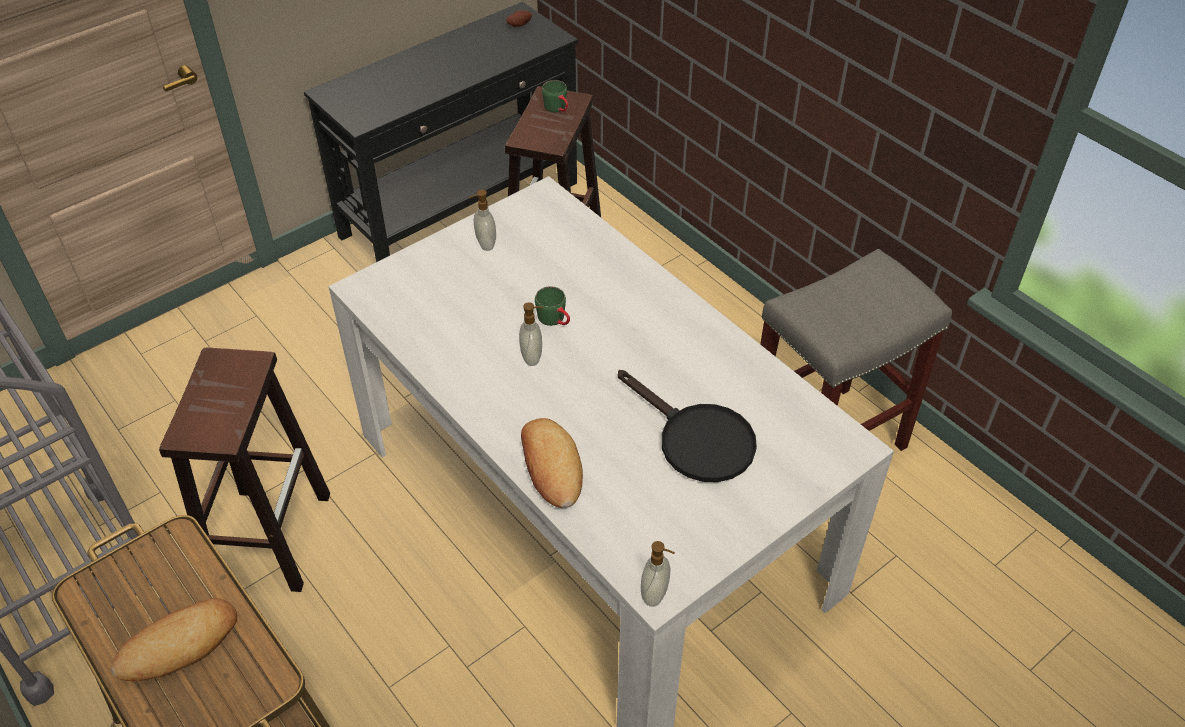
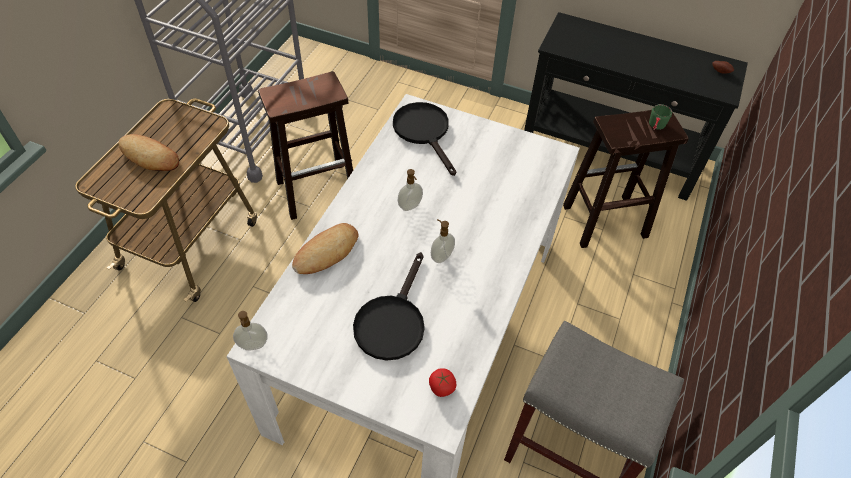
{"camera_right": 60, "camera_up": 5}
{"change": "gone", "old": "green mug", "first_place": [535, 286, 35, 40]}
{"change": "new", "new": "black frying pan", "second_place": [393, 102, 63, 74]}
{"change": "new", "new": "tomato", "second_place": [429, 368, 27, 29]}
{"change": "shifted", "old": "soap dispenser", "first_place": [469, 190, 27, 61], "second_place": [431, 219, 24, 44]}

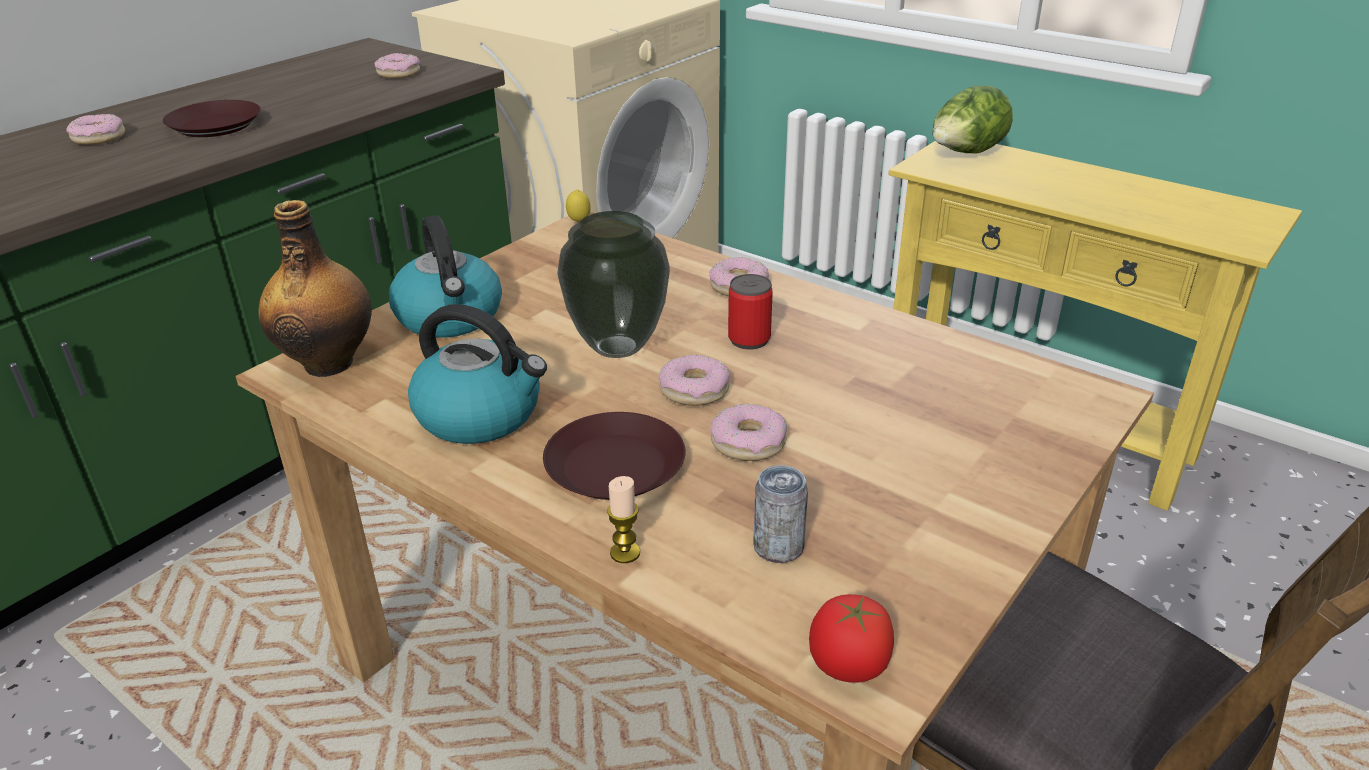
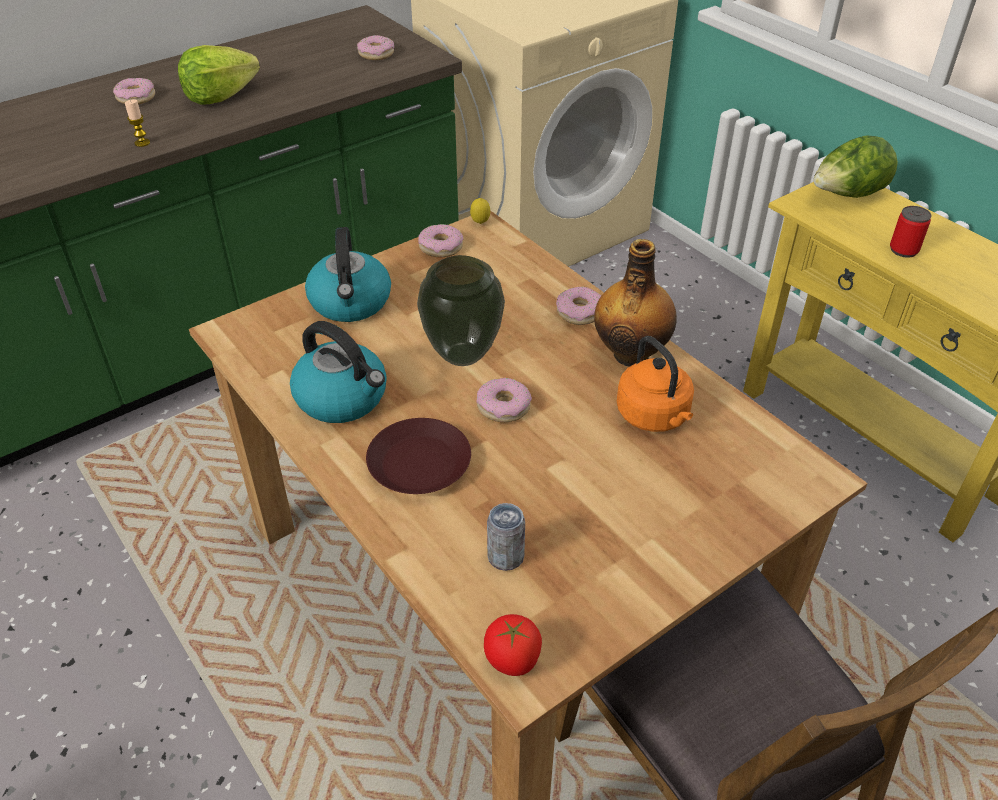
{"camera_right": 15, "camera_up": 10}
{"change": "new", "new": "orange kettle", "second_place": [617, 336, 77, 96]}
{"change": "shifted", "old": "bottle", "first_place": [258, 200, 114, 177], "second_place": [594, 239, 83, 127]}
{"change": "shifted", "old": "candle", "first_place": [607, 476, 33, 87], "second_place": [125, 99, 25, 48]}
{"change": "shifted", "old": "donut", "first_place": [710, 404, 77, 57], "second_place": [418, 224, 46, 33]}
{"change": "shifted", "old": "can", "first_place": [728, 274, 45, 75], "second_place": [890, 206, 41, 52]}
{"change": "swapped", "old": "brown plate", "new": "lettuce", "first_place": [163, 100, 98, 37], "second_place": [178, 45, 82, 60]}

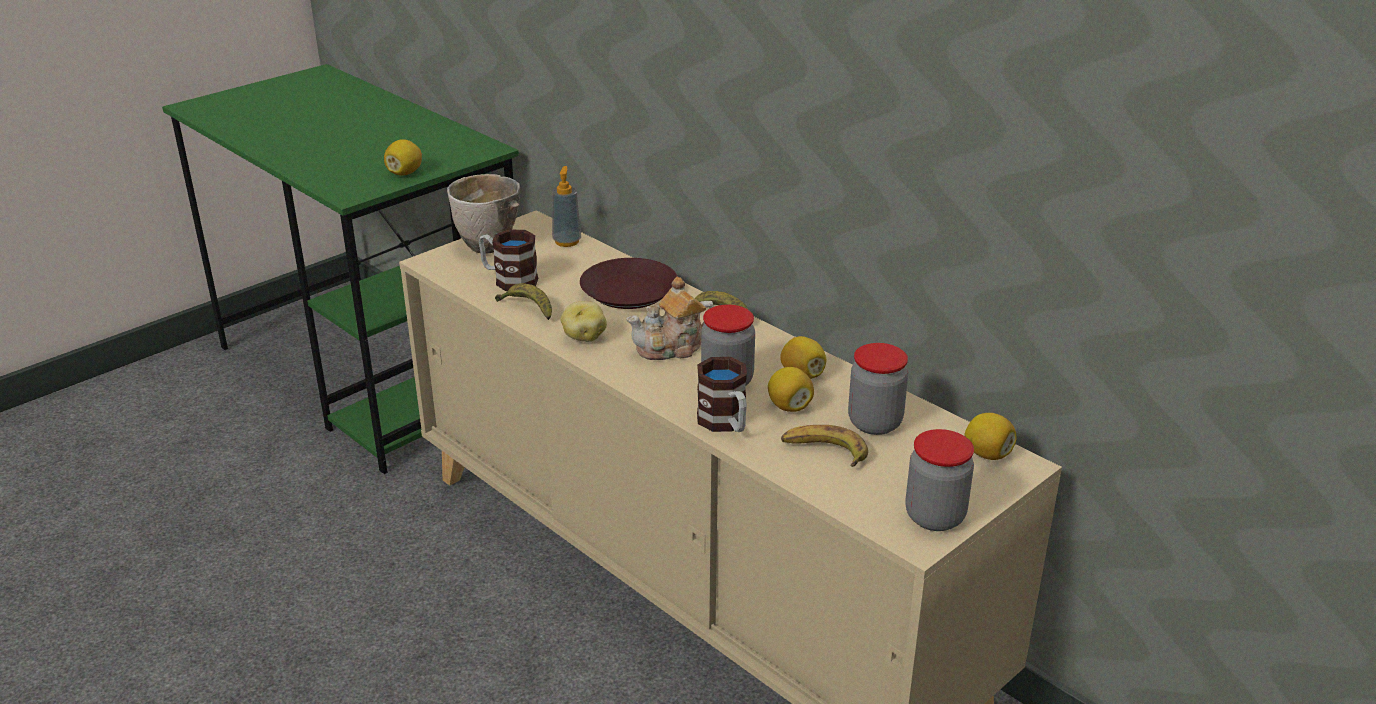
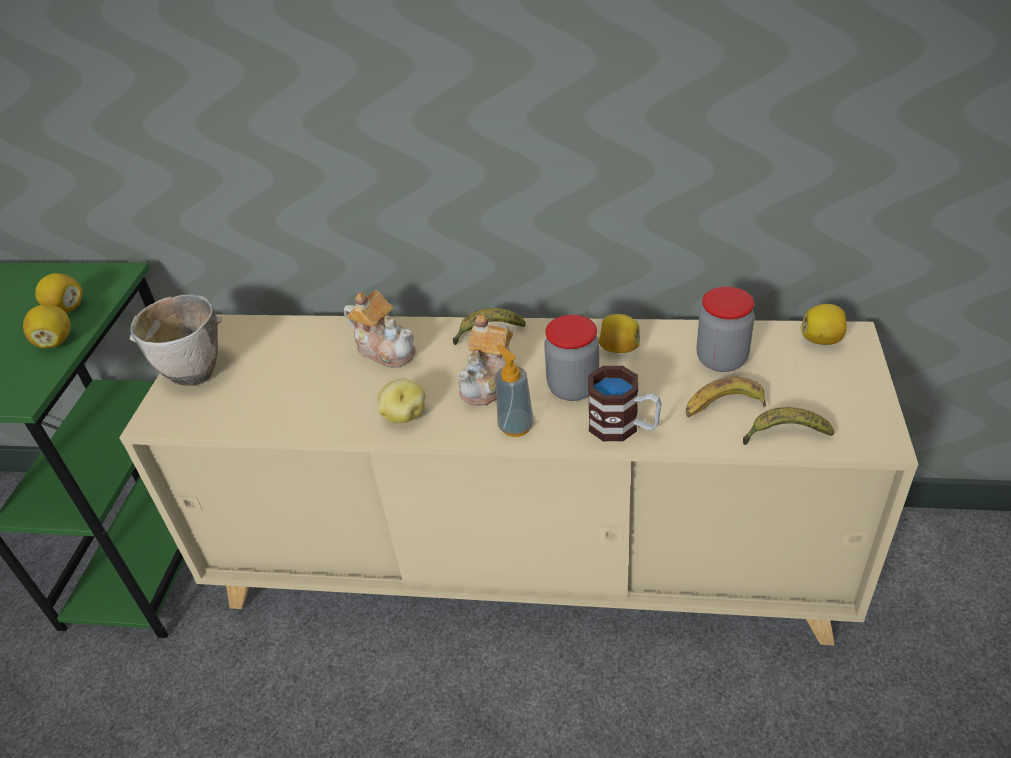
{"camera_right": -35, "camera_up": 10}
{"change": "gone", "old": "mug", "first_place": [479, 229, 59, 62]}
{"change": "gone", "old": "jar", "first_place": [906, 429, 68, 102]}
{"change": "shifted", "old": "banana", "first_place": [495, 283, 57, 37], "second_place": [743, 407, 91, 38]}
{"change": "shifted", "old": "soap dispenser", "first_place": [552, 166, 29, 81], "second_place": [495, 345, 39, 92]}
{"change": "shifted", "old": "lemon", "first_place": [768, 367, 46, 45], "second_place": [35, 273, 47, 39]}
{"change": "swapped", "old": "brown plate", "new": "teapot", "first_place": [580, 258, 98, 51], "second_place": [344, 290, 72, 78]}

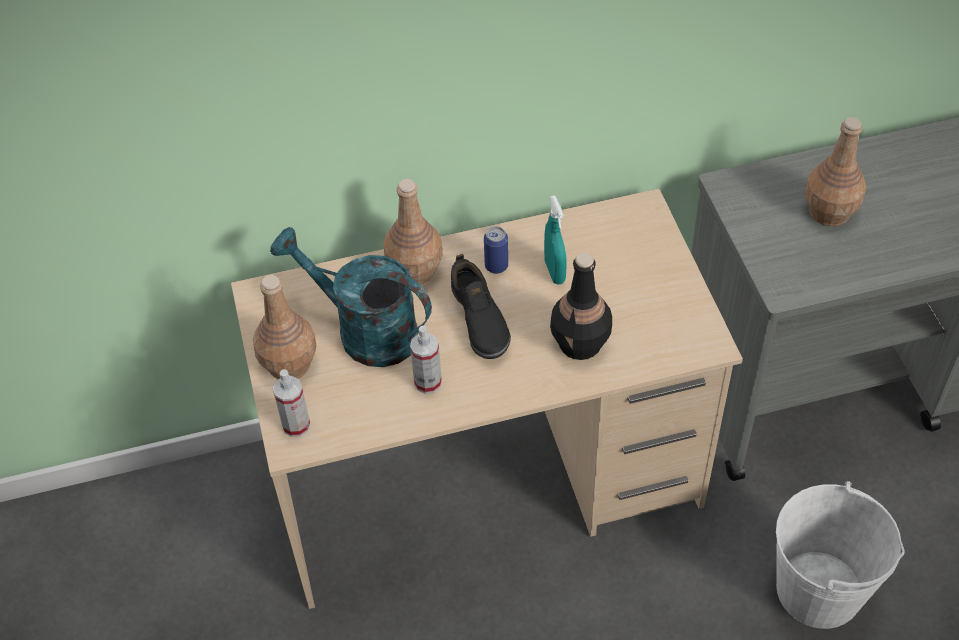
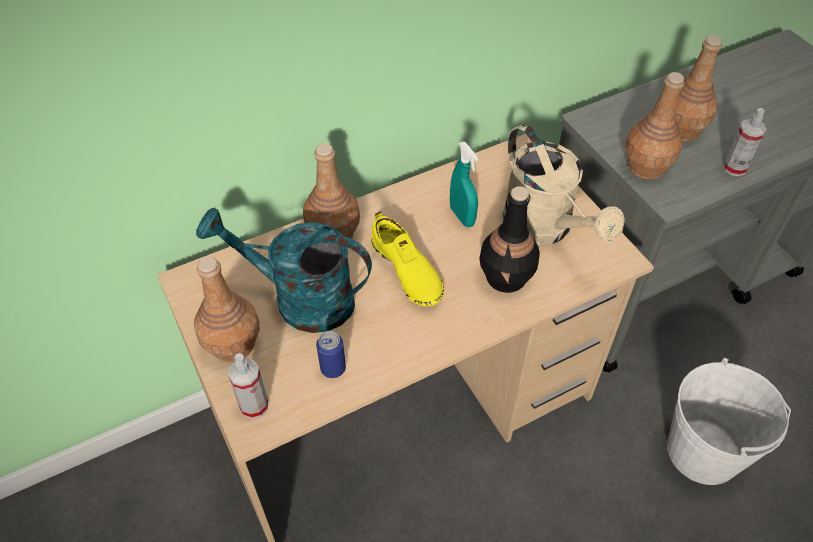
{"camera_right": -15, "camera_up": 0}
{"change": "new", "new": "beige watering can", "second_place": [502, 124, 123, 121]}
{"change": "new", "new": "brown bottle", "second_place": [625, 72, 60, 107]}
{"change": "shifted", "old": "spray bottle", "first_place": [410, 325, 32, 69], "second_place": [723, 108, 43, 68]}
{"change": "shifted", "old": "can", "first_place": [484, 226, 24, 48], "second_place": [316, 331, 30, 47]}
{"change": "repainted", "old": "black shoe", "new": "yellow shoe", "first_place": [451, 254, 60, 105], "second_place": [371, 211, 73, 95]}

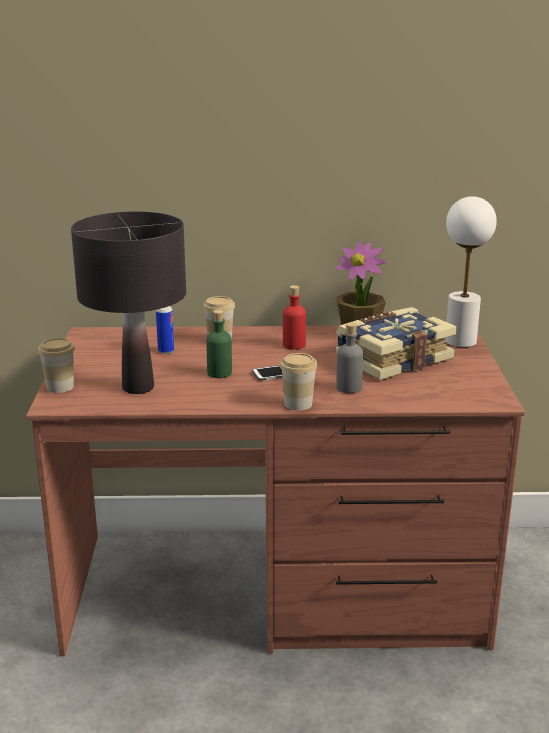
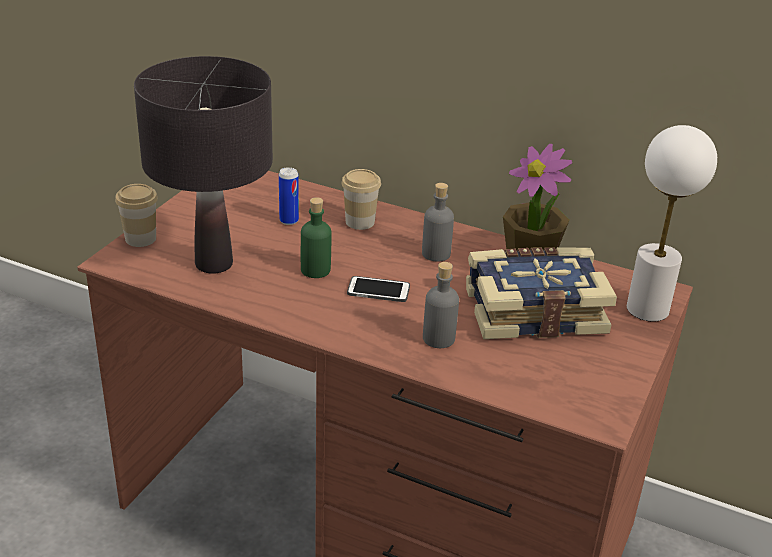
{"camera_right": 25, "camera_up": 10}
{"change": "gone", "old": "cup", "first_place": [280, 353, 38, 57]}
{"change": "repainted", "old": "red bottle", "new": "grey bottle", "first_place": [283, 285, 23, 65], "second_place": [422, 183, 32, 79]}

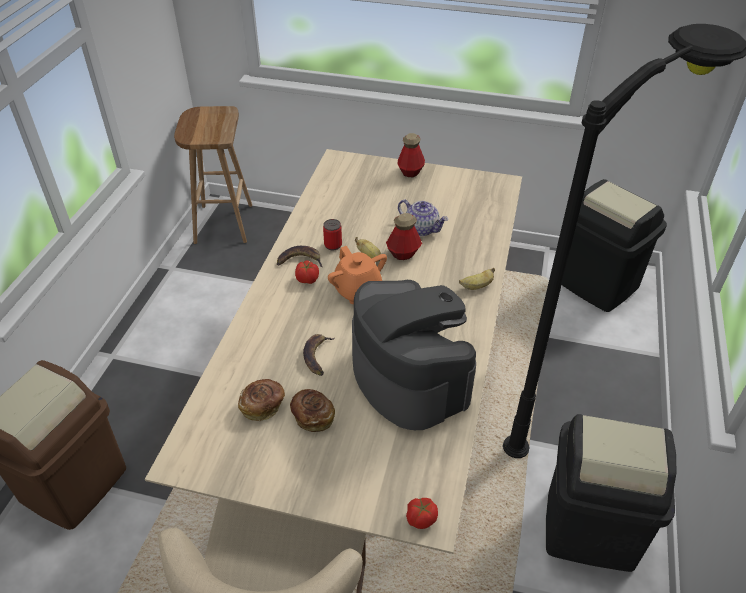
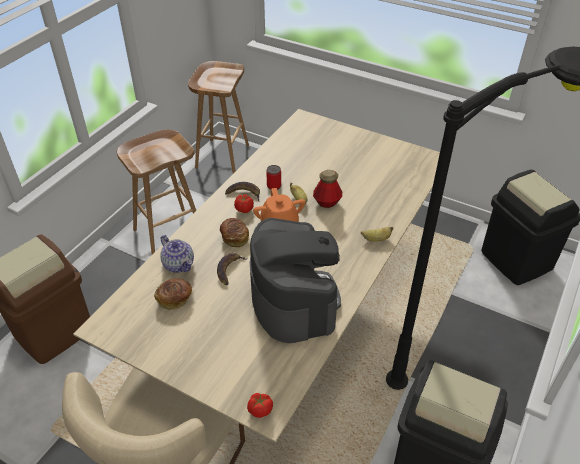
{"camera_right": 15, "camera_up": 0}
{"change": "gone", "old": "bottle", "first_place": [397, 133, 28, 44]}
{"change": "new", "new": "brown stool", "second_place": [117, 129, 79, 125]}
{"change": "shifted", "old": "bread", "first_place": [290, 389, 45, 43], "second_place": [220, 218, 29, 29]}
{"change": "shifted", "old": "teapot", "first_place": [398, 199, 50, 37], "second_place": [160, 235, 34, 37]}

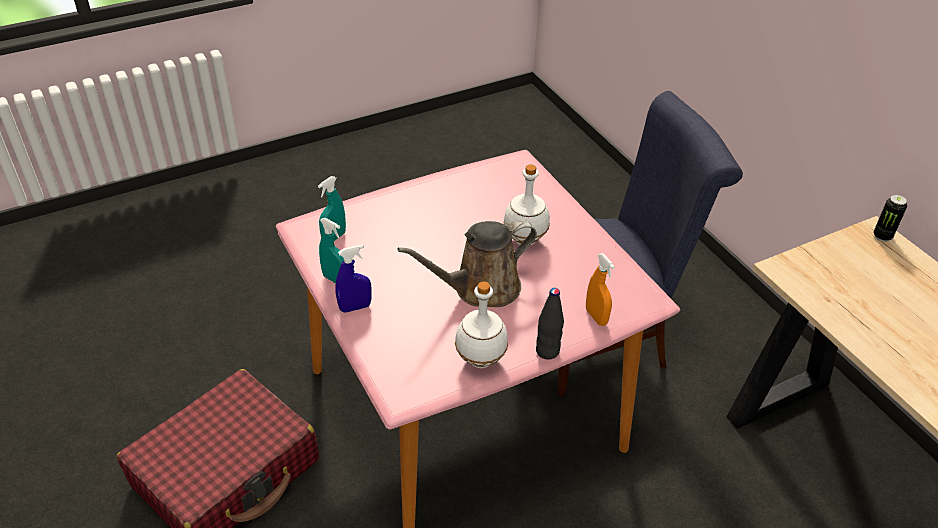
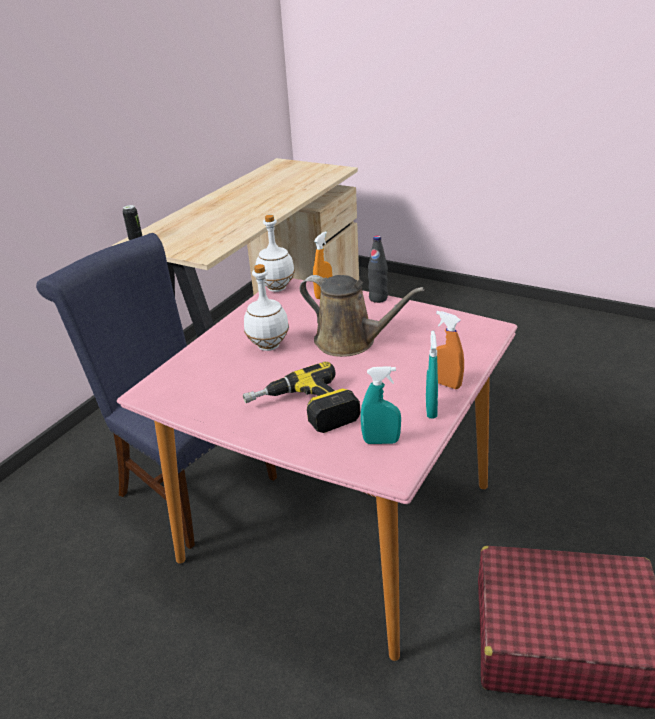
{"camera_right": -120, "camera_up": -10}
{"change": "new", "new": "power drill", "second_place": [243, 362, 117, 71]}
{"change": "shifted", "old": "white bottle", "first_place": [455, 282, 53, 86], "second_place": [256, 215, 39, 77]}
{"change": "repainted", "old": "blue spray bottle", "new": "orange spray bottle", "first_place": [336, 245, 35, 68], "second_place": [436, 311, 28, 78]}

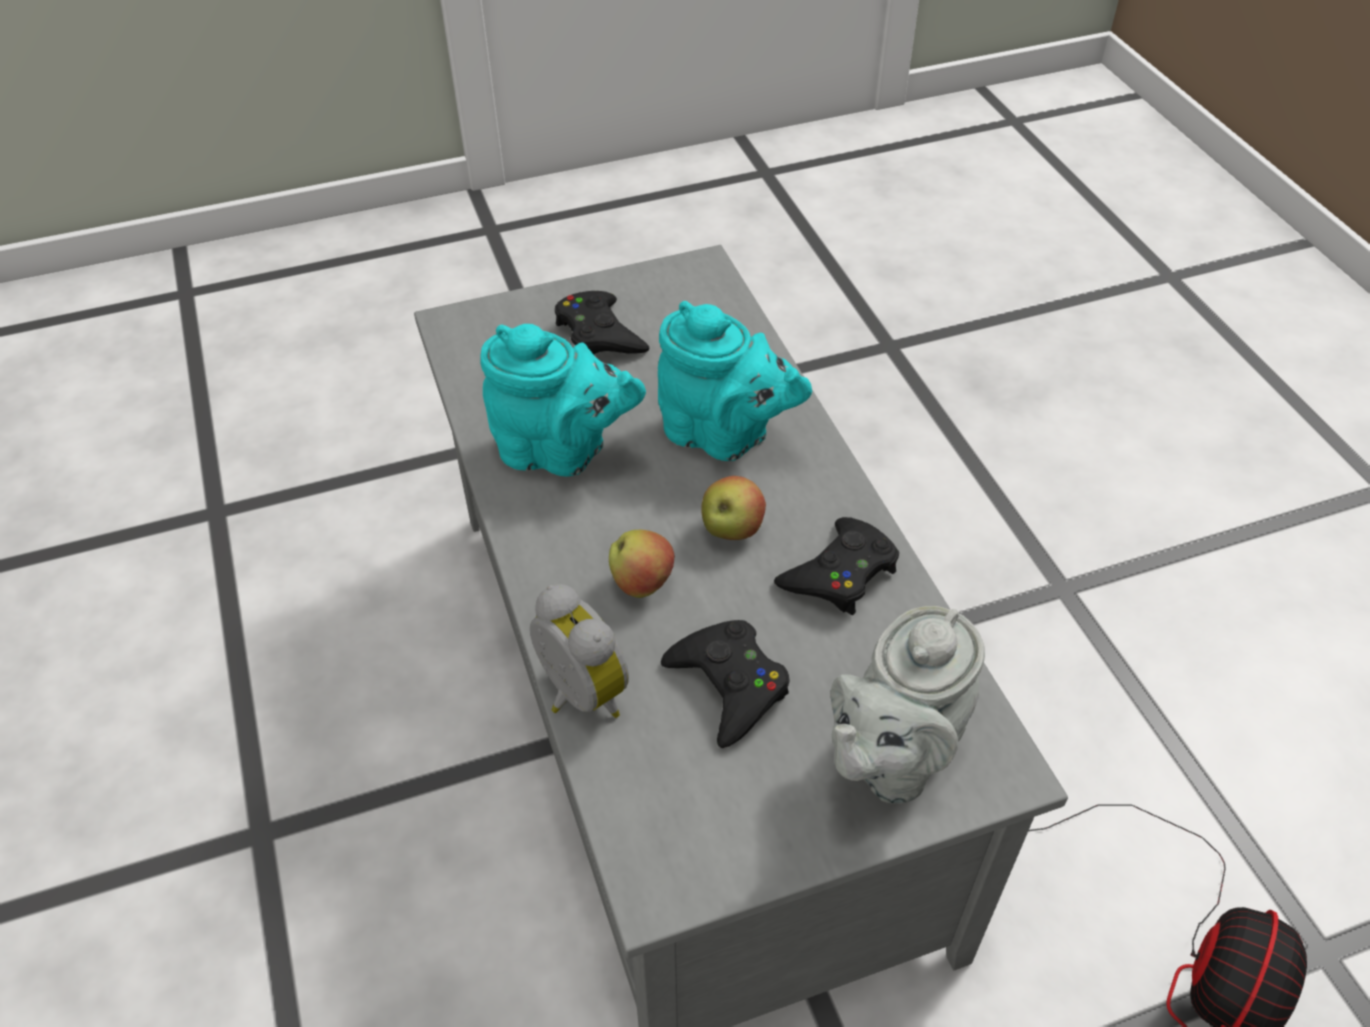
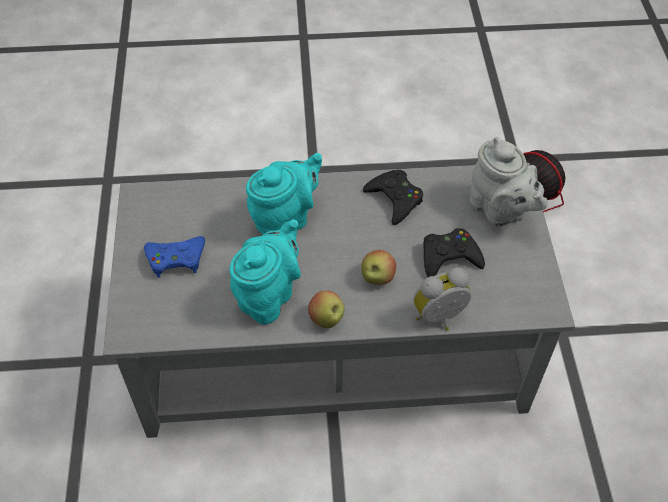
{"camera_right": -75, "camera_up": 5}
{"change": "shifted", "old": "apple", "first_place": [702, 476, 64, 64], "second_place": [308, 290, 37, 38]}
{"change": "repainted", "old": "black game controller", "new": "blue game controller", "first_place": [555, 291, 94, 64], "second_place": [144, 236, 61, 42]}

